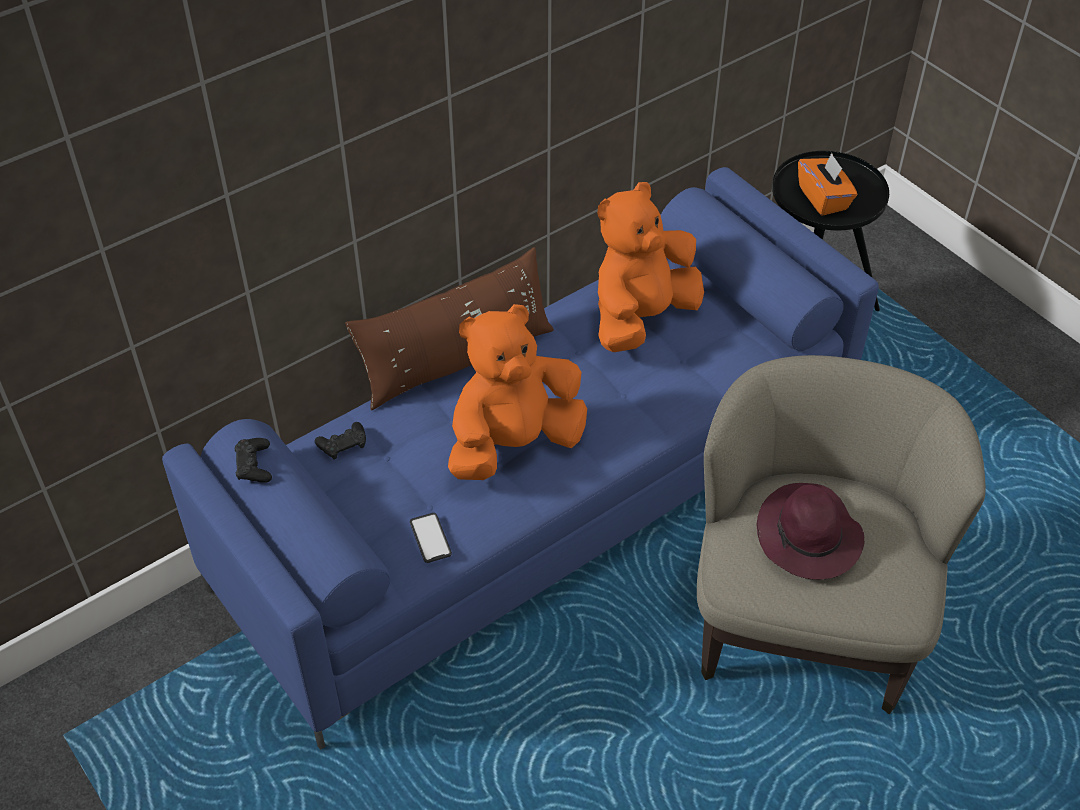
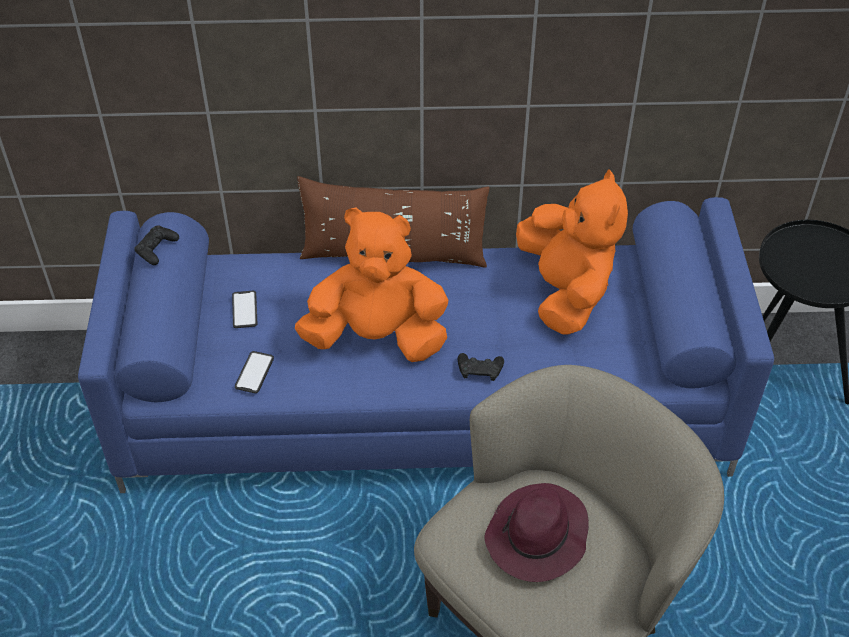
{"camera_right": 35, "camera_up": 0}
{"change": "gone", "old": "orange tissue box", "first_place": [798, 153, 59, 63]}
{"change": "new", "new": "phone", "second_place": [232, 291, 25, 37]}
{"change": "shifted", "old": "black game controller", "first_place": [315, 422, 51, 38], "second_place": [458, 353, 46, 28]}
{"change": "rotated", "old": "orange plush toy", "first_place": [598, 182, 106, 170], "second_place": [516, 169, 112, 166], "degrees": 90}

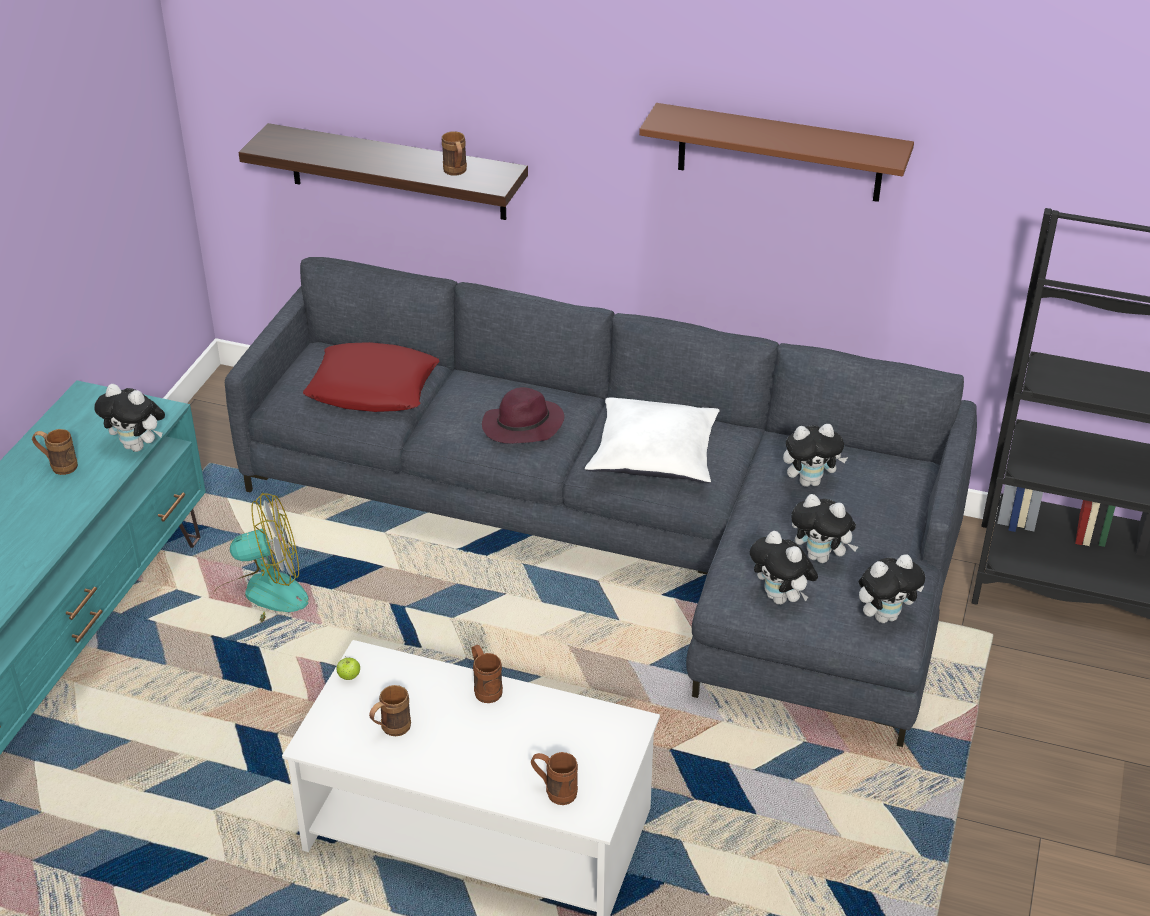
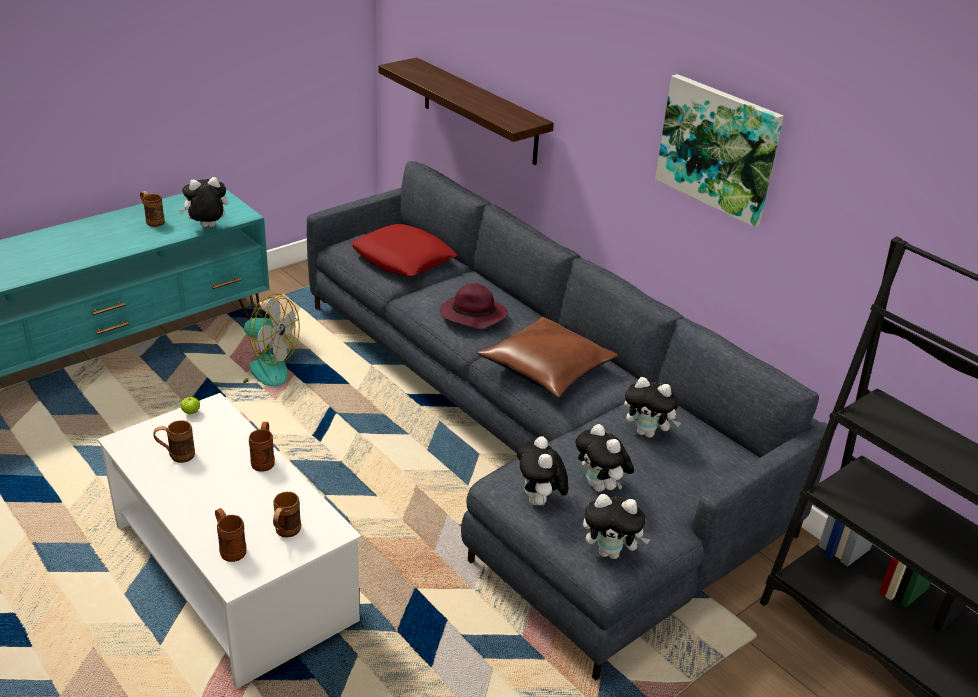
{"camera_right": 30, "camera_up": -5}
{"change": "shifted", "old": "brown mug", "first_place": [442, 131, 25, 45], "second_place": [273, 492, 28, 45]}
{"change": "swapped", "old": "brown shelf", "new": "picture", "first_place": [639, 103, 275, 99], "second_place": [655, 74, 129, 153]}
{"change": "repainted", "old": "white pillow", "new": "brown pillow", "first_place": [585, 397, 135, 86], "second_place": [477, 317, 141, 81]}
{"change": "rotated", "old": "plush toy", "first_place": [94, 384, 71, 68], "second_place": [179, 177, 49, 50], "degrees": 105}

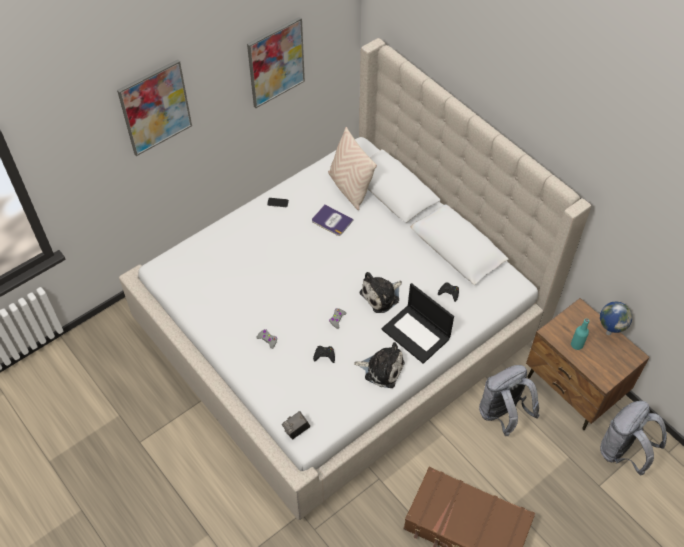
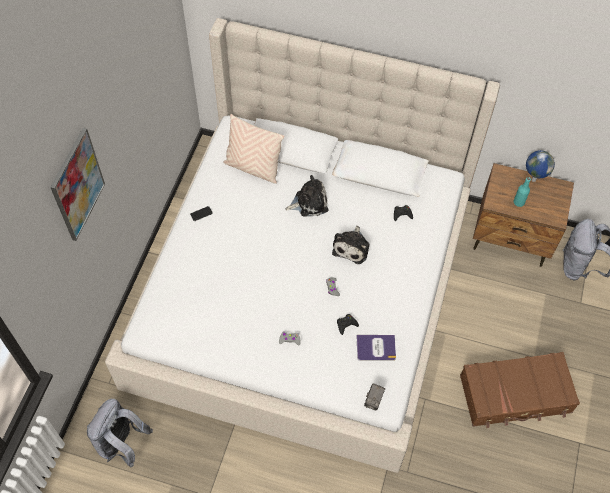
{"camera_right": -35, "camera_up": 5}
{"change": "gone", "old": "picture", "first_place": [247, 17, 58, 91]}
{"change": "gone", "old": "laptop", "first_place": [381, 283, 73, 81]}
{"change": "shifted", "old": "book", "first_place": [312, 204, 42, 32], "second_place": [357, 335, 39, 26]}
{"change": "shifted", "old": "plush toy", "first_place": [354, 342, 51, 46], "second_place": [285, 175, 43, 42]}
{"change": "shifted", "old": "grey backpack", "first_place": [479, 365, 60, 71], "second_place": [87, 399, 66, 69]}

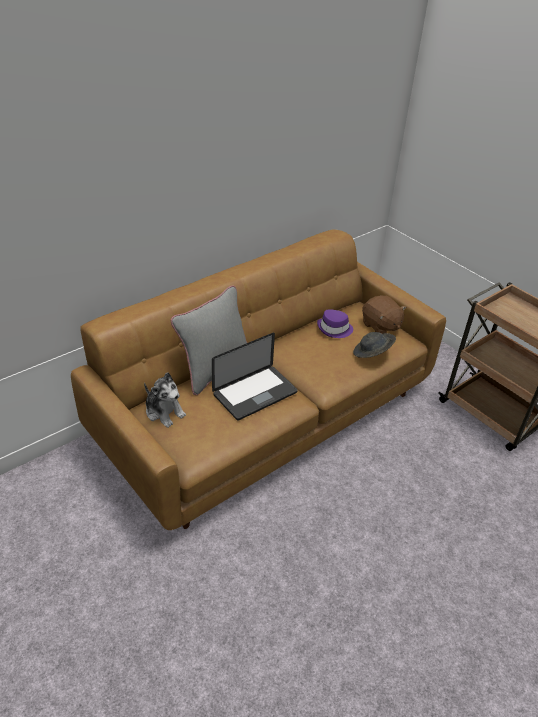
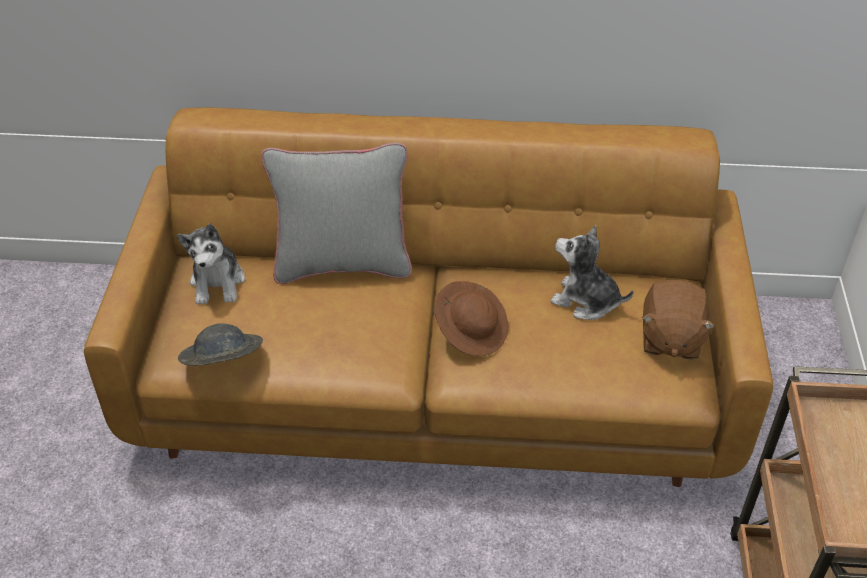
{"camera_right": 45, "camera_up": 5}
{"change": "gone", "old": "laptop", "first_place": [212, 333, 86, 87]}
{"change": "new", "new": "brown hat", "second_place": [434, 281, 74, 75]}
{"change": "shifted", "old": "grey hat", "first_place": [353, 332, 43, 26], "second_place": [178, 323, 85, 43]}
{"change": "swapped", "old": "purple hat", "new": "plush toy", "first_place": [317, 309, 36, 29], "second_place": [550, 225, 84, 95]}

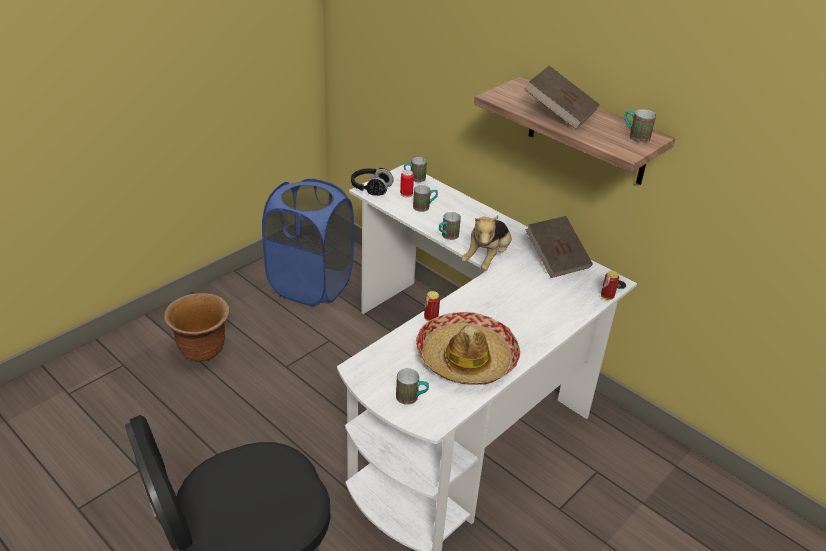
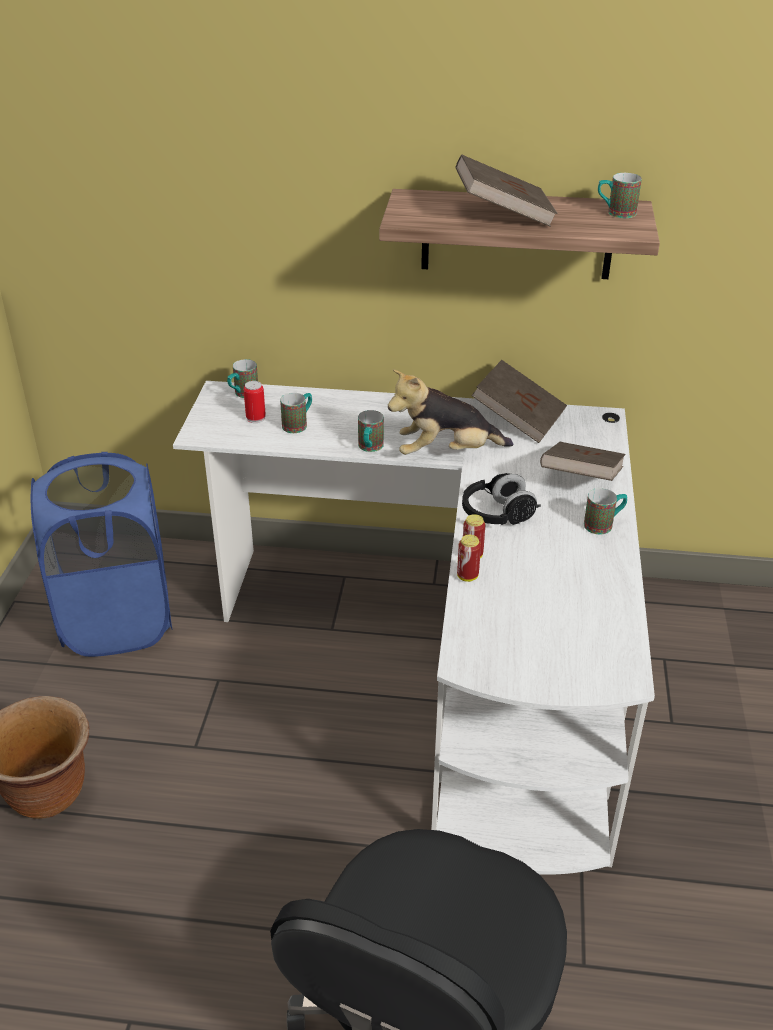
{"camera_right": -35, "camera_up": 0}
{"change": "gone", "old": "hat", "first_place": [416, 312, 104, 73]}
{"change": "new", "new": "brown book", "second_place": [540, 442, 86, 39]}
{"change": "shifted", "old": "black headphones", "first_place": [351, 168, 43, 28], "second_place": [462, 473, 79, 52]}
{"change": "shifted", "old": "mug", "first_place": [396, 368, 33, 37], "second_place": [584, 488, 43, 46]}
{"change": "shifted", "old": "can", "first_place": [601, 271, 18, 29], "second_place": [457, 535, 24, 47]}
{"change": "rotated", "old": "plush toy", "first_place": [461, 216, 51, 55], "second_place": [388, 369, 125, 86], "degrees": 90}

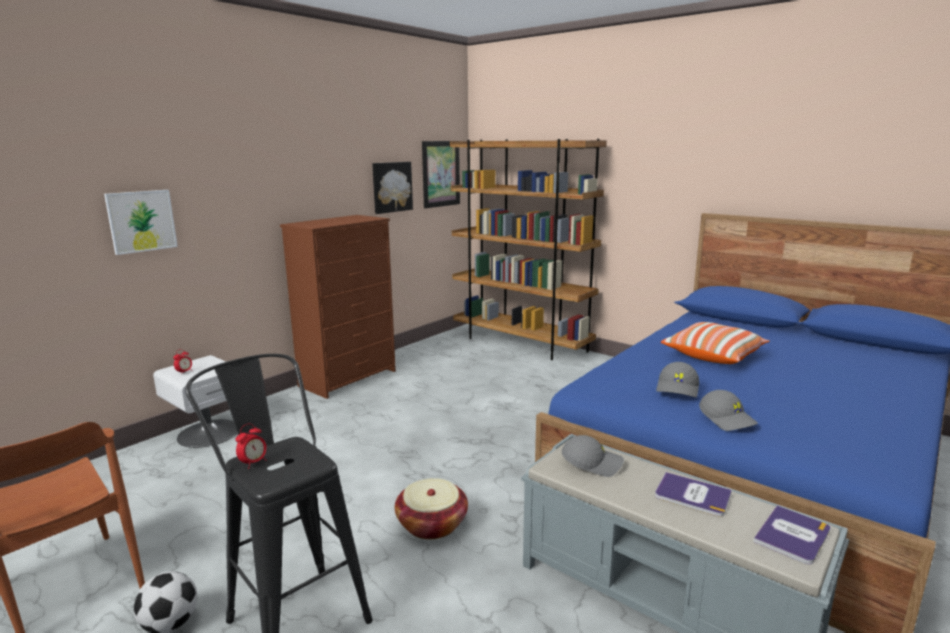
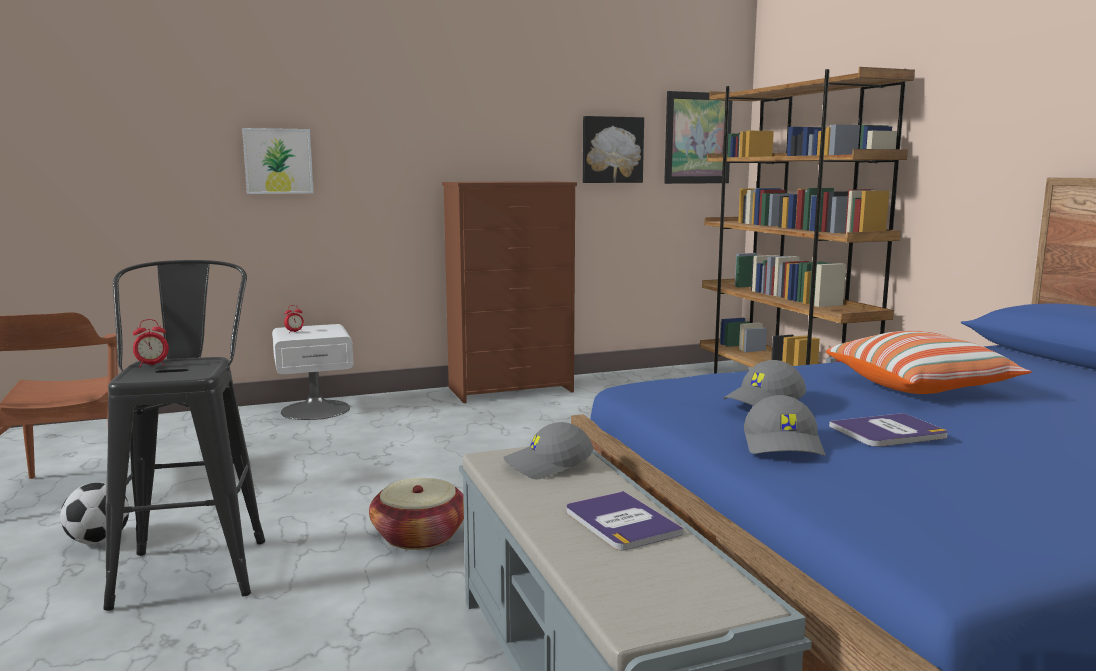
{"camera_right": 30, "camera_up": -5}
{"change": "shifted", "old": "book", "first_place": [753, 505, 77, 59], "second_place": [829, 413, 119, 34]}
{"change": "rotated", "old": "grey cap", "first_place": [562, 435, 62, 42], "second_place": [504, 422, 89, 57], "degrees": 120}

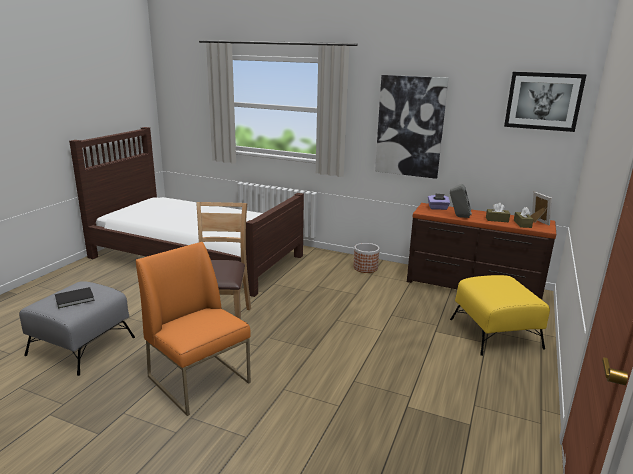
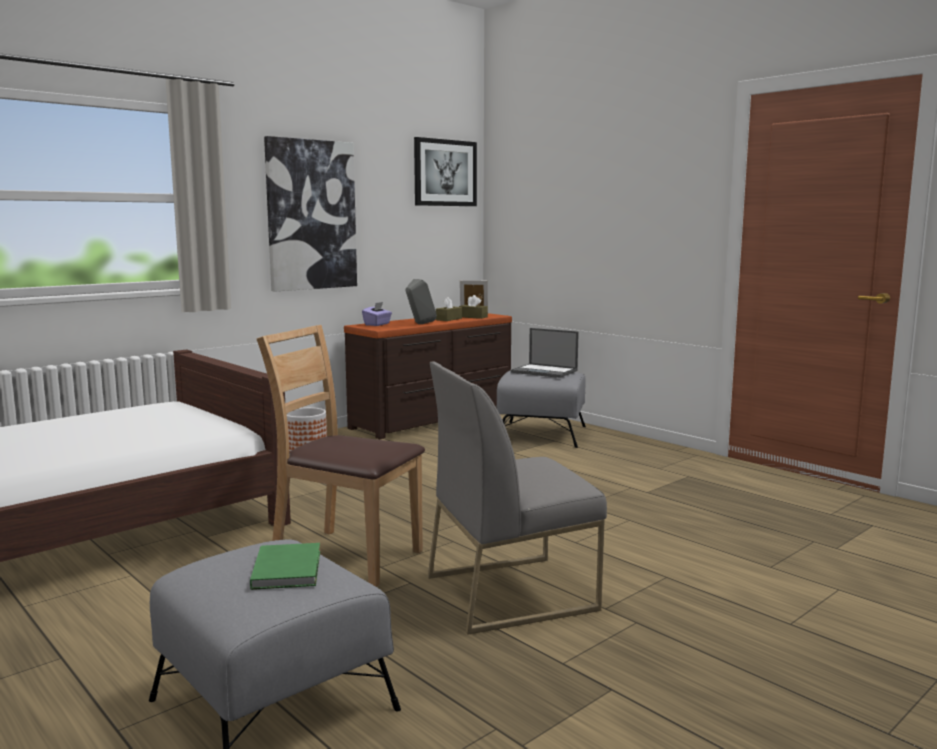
{"camera_right": -65, "camera_up": -10}
{"change": "new", "new": "laptop", "second_place": [511, 328, 68, 50]}
{"change": "repainted", "old": "black book", "new": "green book", "first_place": [55, 287, 40, 21], "second_place": [250, 543, 70, 47]}
{"change": "repainted", "old": "orange chair", "new": "grey chair", "first_place": [136, 242, 115, 174], "second_place": [428, 361, 179, 274]}
{"change": "repainted", "old": "yellow ottoman", "new": "grey ottoman", "first_place": [450, 275, 100, 81], "second_place": [497, 370, 89, 78]}

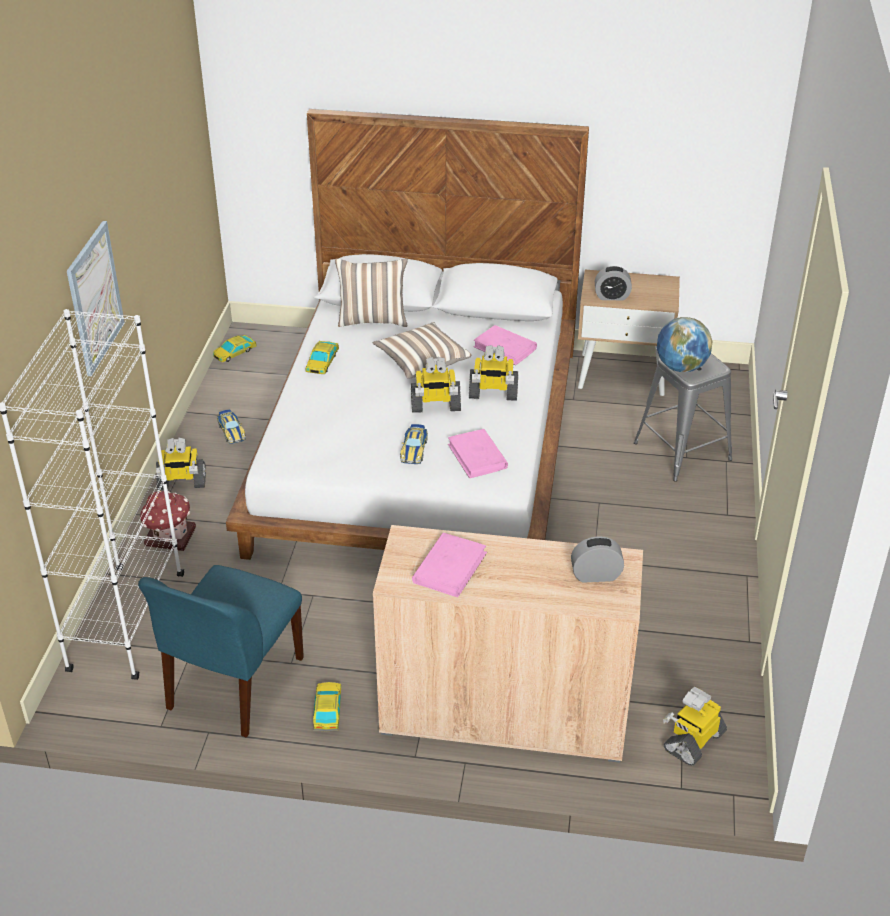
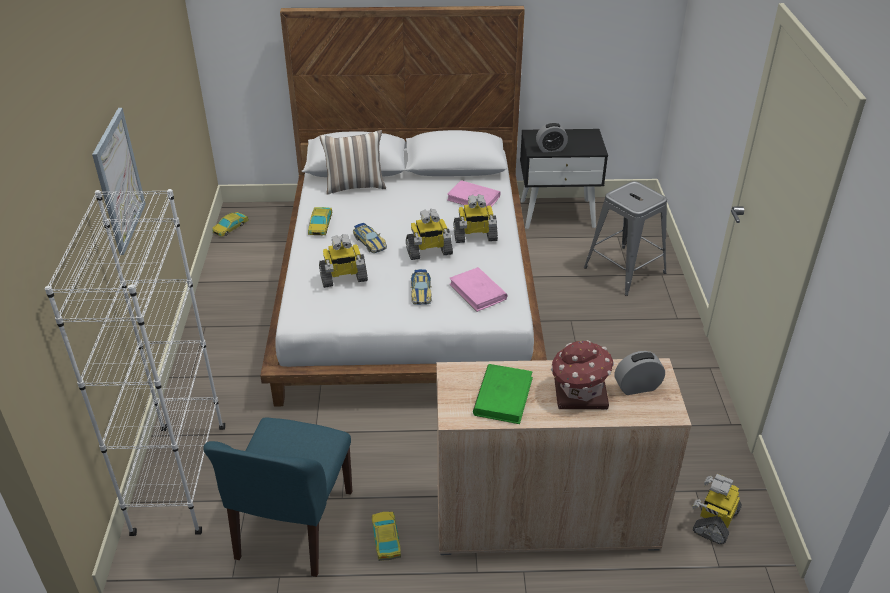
{"camera_right": -10, "camera_up": 0}
{"change": "gone", "old": "pillow", "first_place": [373, 322, 99, 57]}
{"change": "gone", "old": "globe", "first_place": [657, 317, 55, 55]}
{"change": "shifted", "old": "toy house", "first_place": [140, 491, 56, 60], "second_place": [551, 340, 63, 69]}
{"change": "shifted", "old": "toy robot", "first_place": [156, 438, 50, 52], "second_place": [319, 234, 49, 54]}
{"change": "shifted", "old": "toy car", "first_place": [217, 409, 29, 35], "second_place": [353, 223, 34, 30]}
{"change": "repainted", "old": "pink book", "new": "green book", "first_place": [412, 533, 75, 64], "second_place": [473, 364, 60, 60]}
{"change": "repainted", "old": "beige nightstand", "new": "black nightstand", "first_place": [578, 270, 102, 126], "second_place": [520, 129, 88, 100]}

